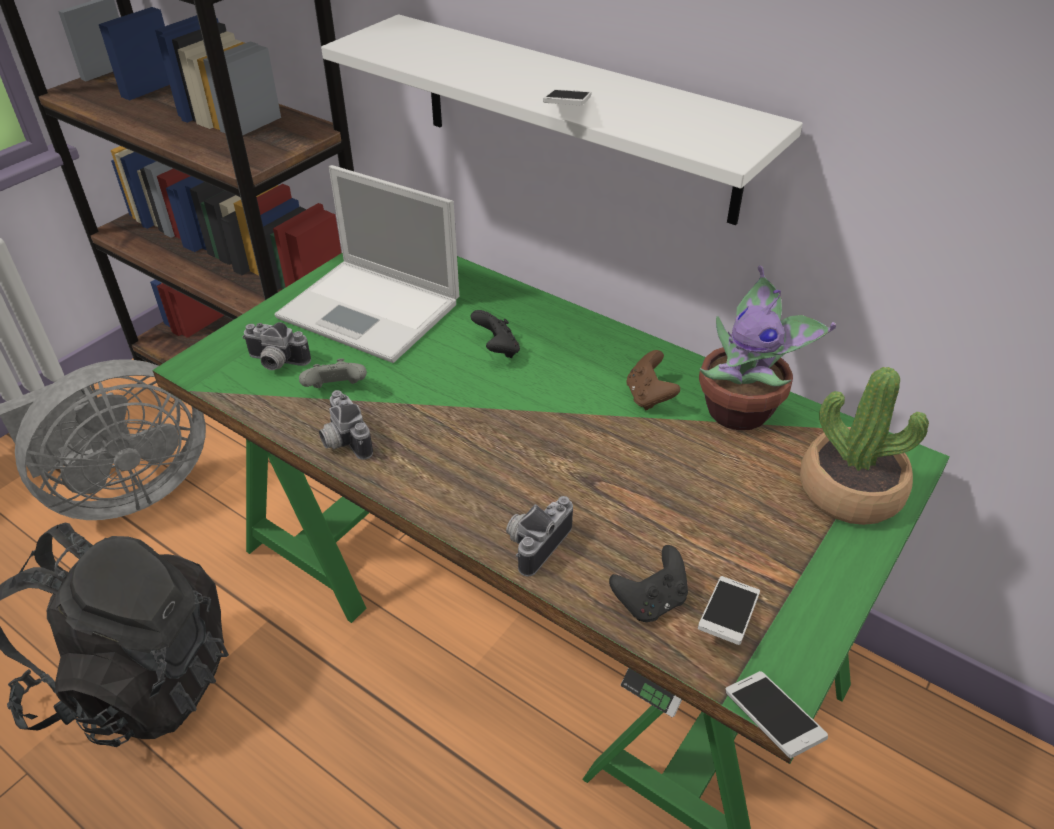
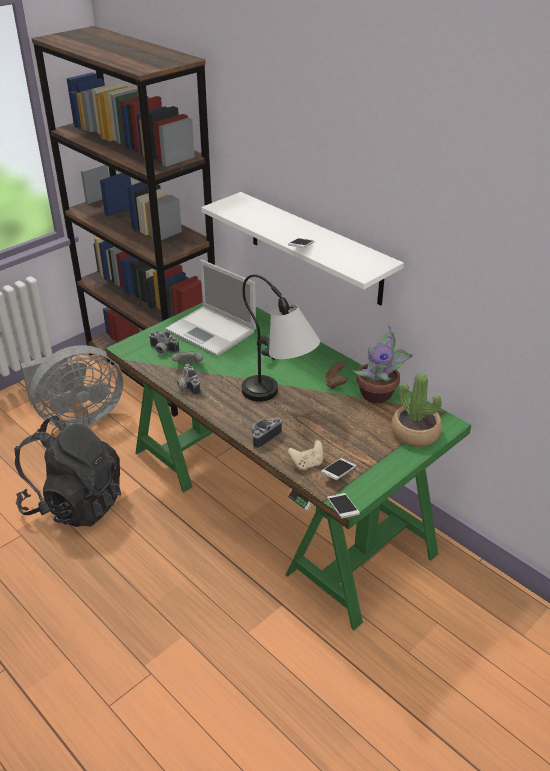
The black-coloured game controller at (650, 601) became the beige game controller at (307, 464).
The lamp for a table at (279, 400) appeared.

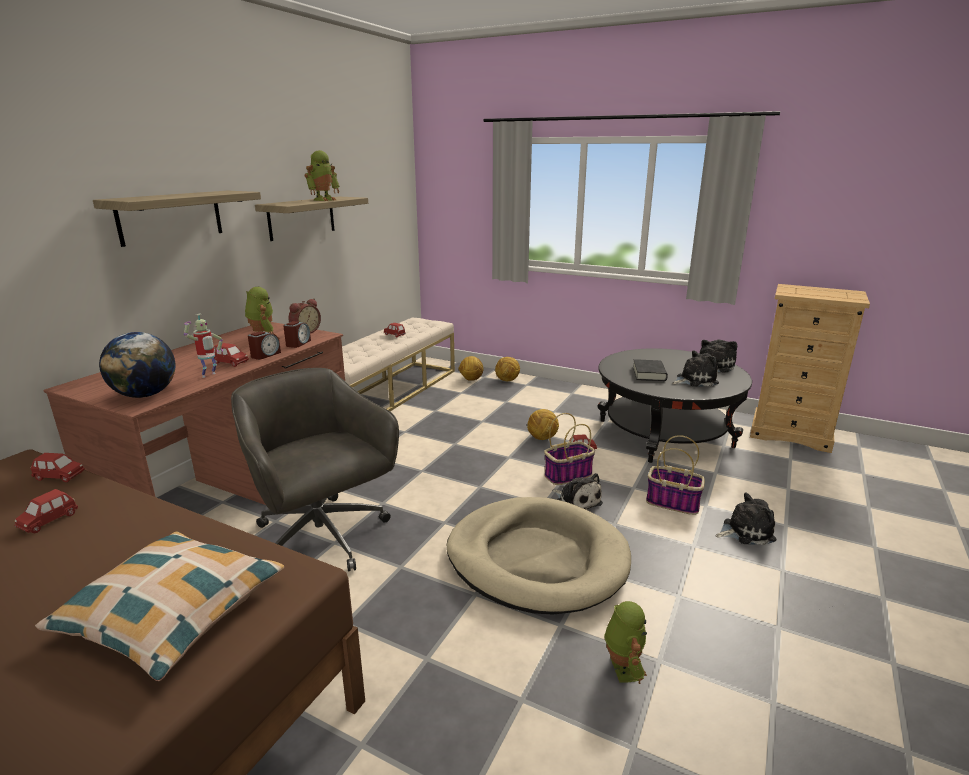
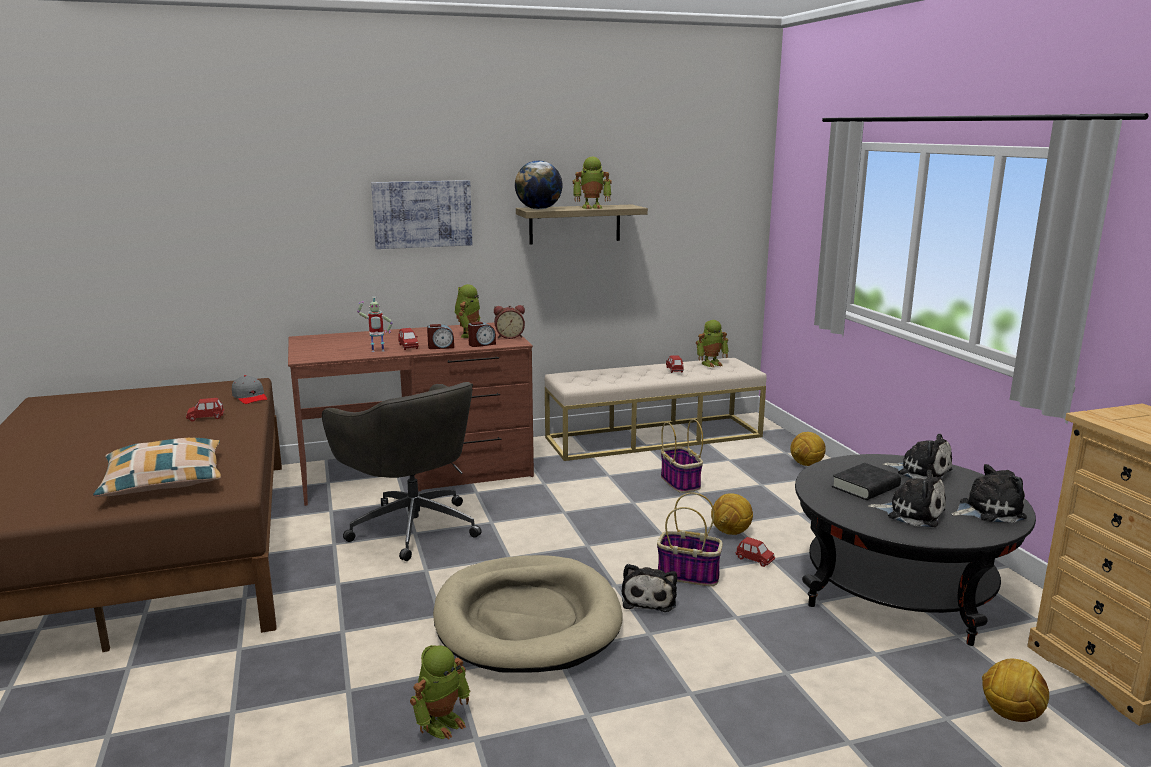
The bracket shelf at (171, 217) was replaced by the picture at (422, 214).
The globe moved from (145, 395) to (539, 209).
The football moved from (471, 380) to (1010, 715).
The greyish desk chair at (322, 538) turned 135 degrees clockwise.
The household basket moved from (673, 503) to (681, 482).
The red-coloured model car at (59, 476) was replaced by the greyish baseball cap at (250, 397).
The cuddly toy moved from (745, 531) to (921, 471).
The toy robot at (711, 363) appeared.

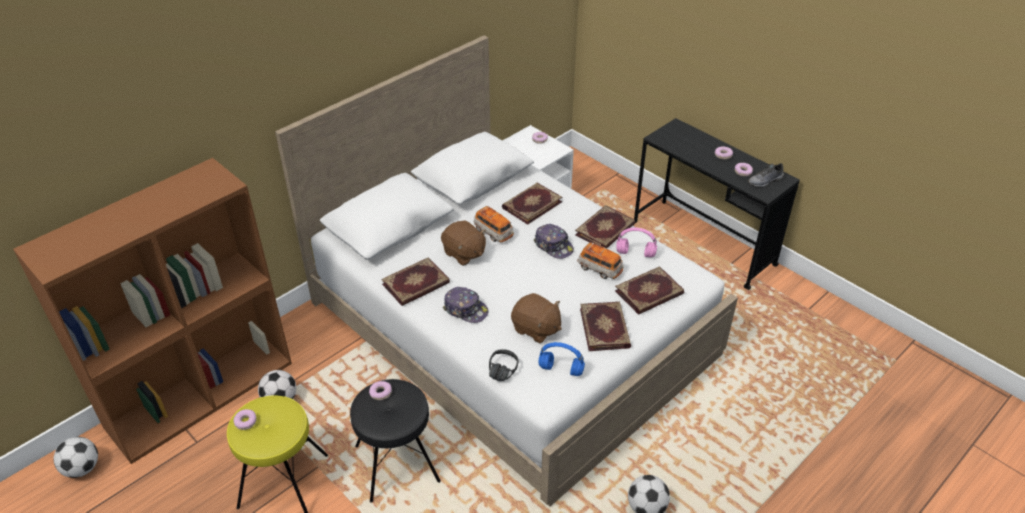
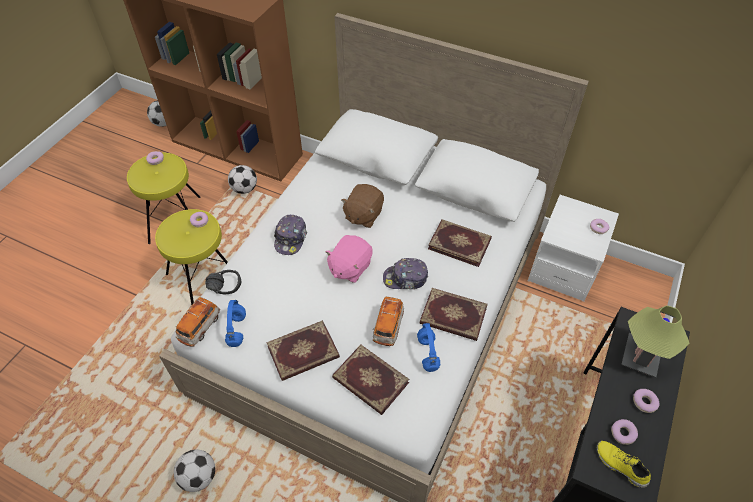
The greyish shoe at (765, 181) became the yellowish shoe at (620, 466).
The model car moved from (493, 233) to (200, 327).
The baseball cap at (553, 246) turned 60 degrees clockwise.
The pinkish headset at (636, 253) became the blue headset at (428, 354).
The bound book at (416, 284) disappeared.
The brown-coloured cuddly toy at (536, 329) disappeared.
The black-coloured sitting stool at (396, 463) became the yellowish sitting stool at (204, 277).
The pinkish cuddly toy at (349, 267) appeared.
The lamp for a table at (640, 357) appeared.

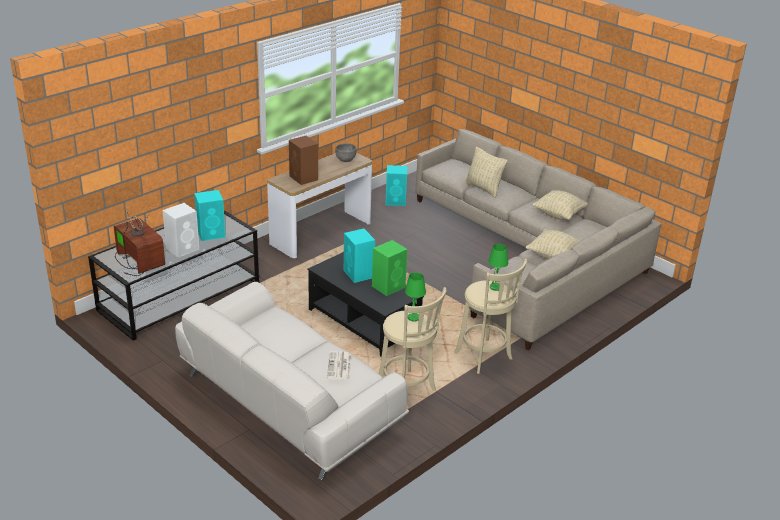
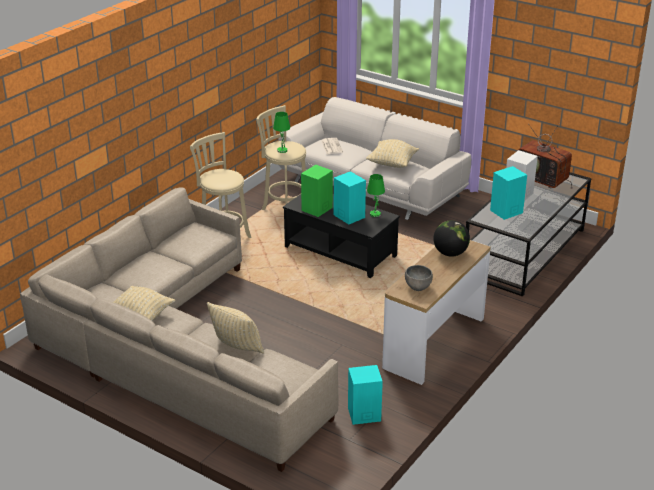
The brown-coloured audio speaker at (304, 178) was replaced by the globe at (450, 253).
The beige pillow moved from (554, 256) to (392, 164).
The greenish lamp for a table moved from (495, 287) to (375, 214).

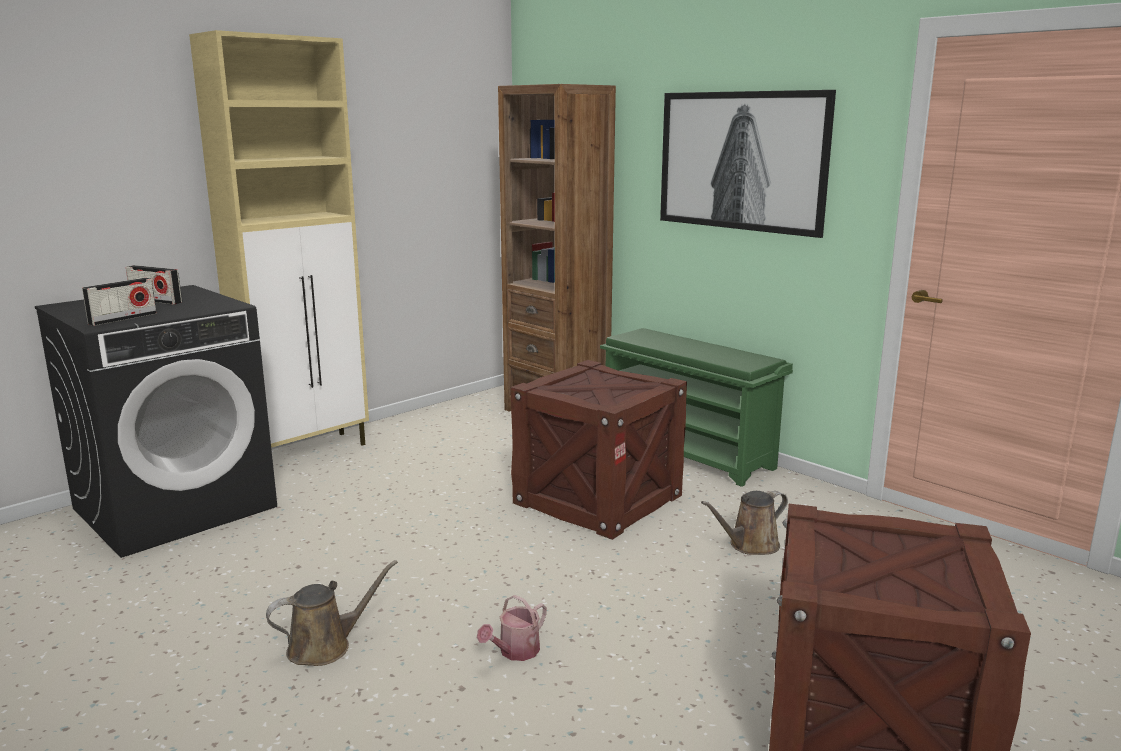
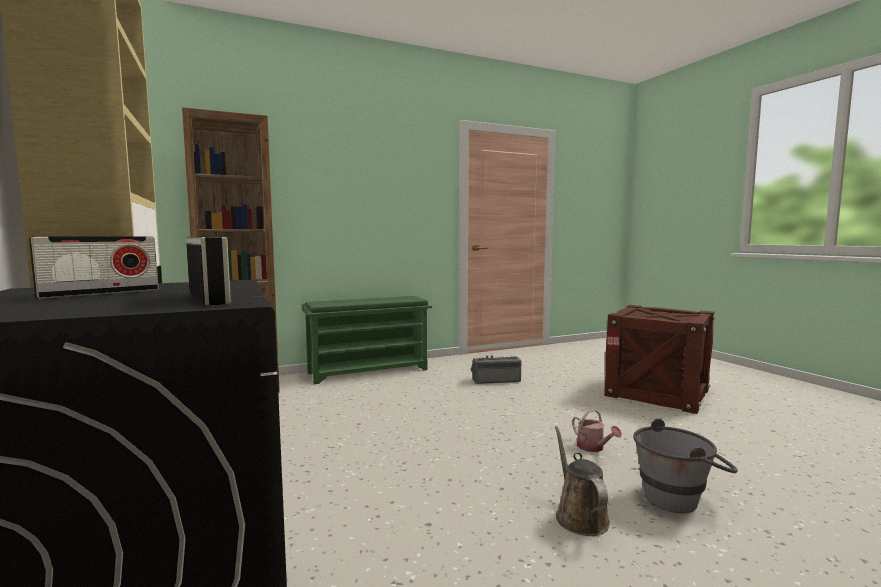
The picture at (741, 161) disappeared.
The shipping crate at (597, 499) disappeared.
The brown-coloured watering pot at (750, 545) was replaced by the radio receiver at (496, 380).
The greyish bucket at (680, 498) appeared.

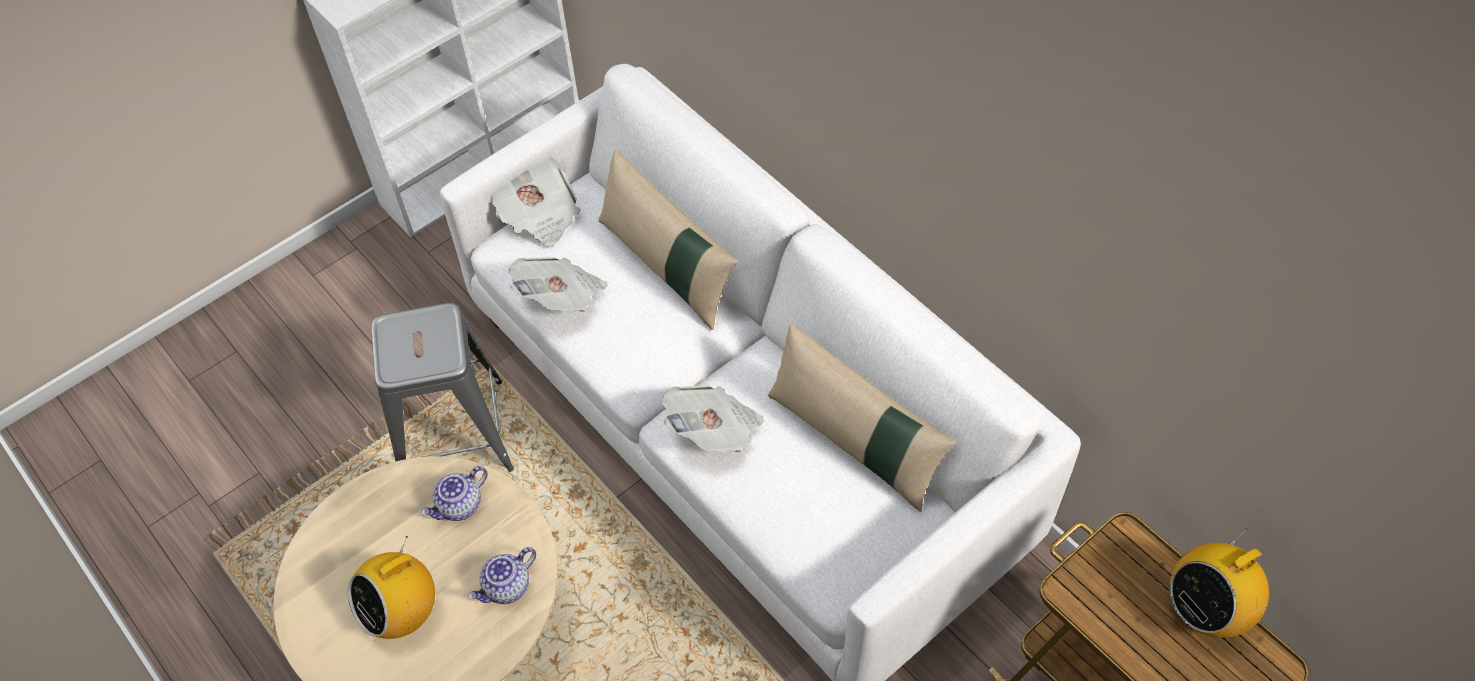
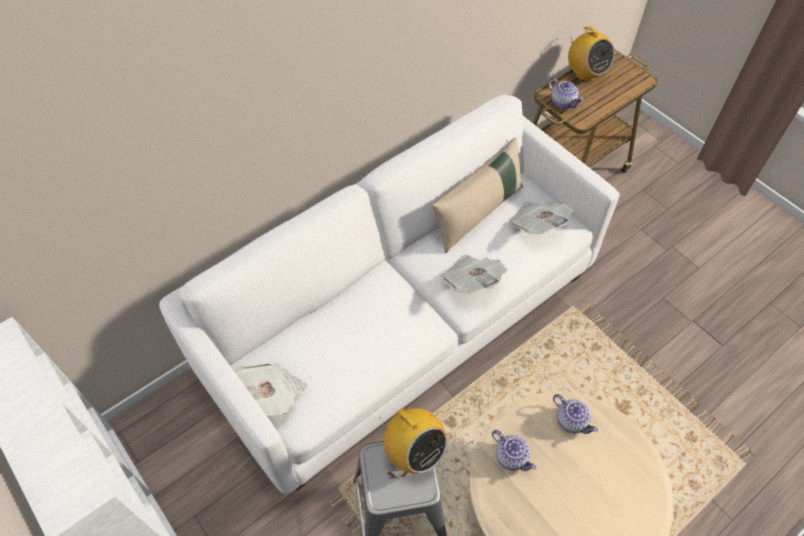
The beige pillow at (667, 267) disappeared.
The newspaper moved from (562, 297) to (537, 225).
The radio receiver moved from (402, 612) to (414, 452).
The tea pot at (563, 103) appeared.

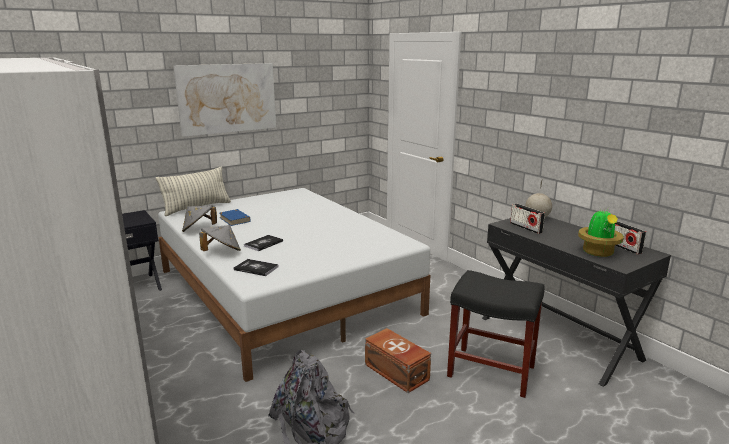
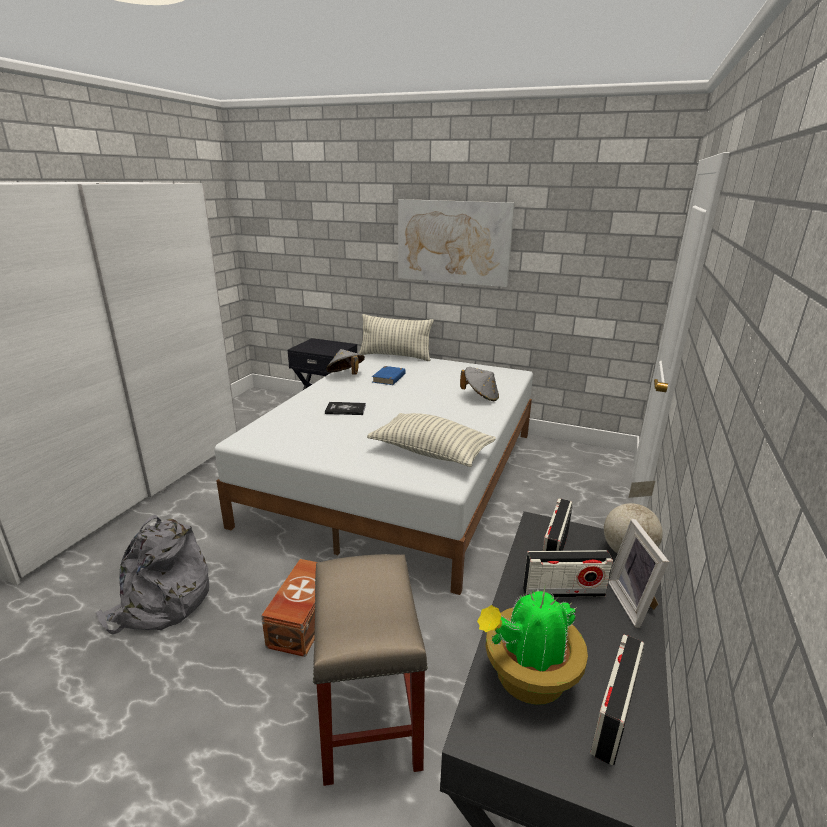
The greyish hat moved from (221, 252) to (480, 397).
The bound book at (256, 268) disappeared.
The black-coloured sitting stool at (489, 371) became the beige sitting stool at (368, 714).
The pillow at (431, 452) appeared.
The picture frame at (634, 602) appeared.
The radio receiver at (563, 592) appeared.

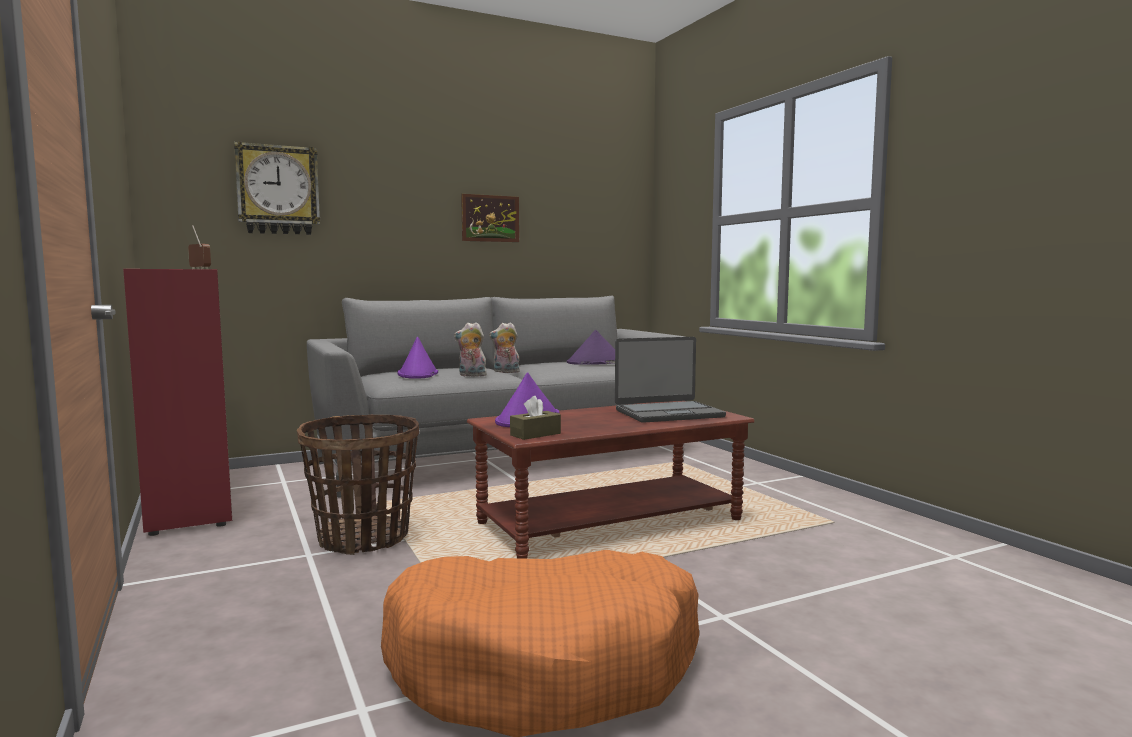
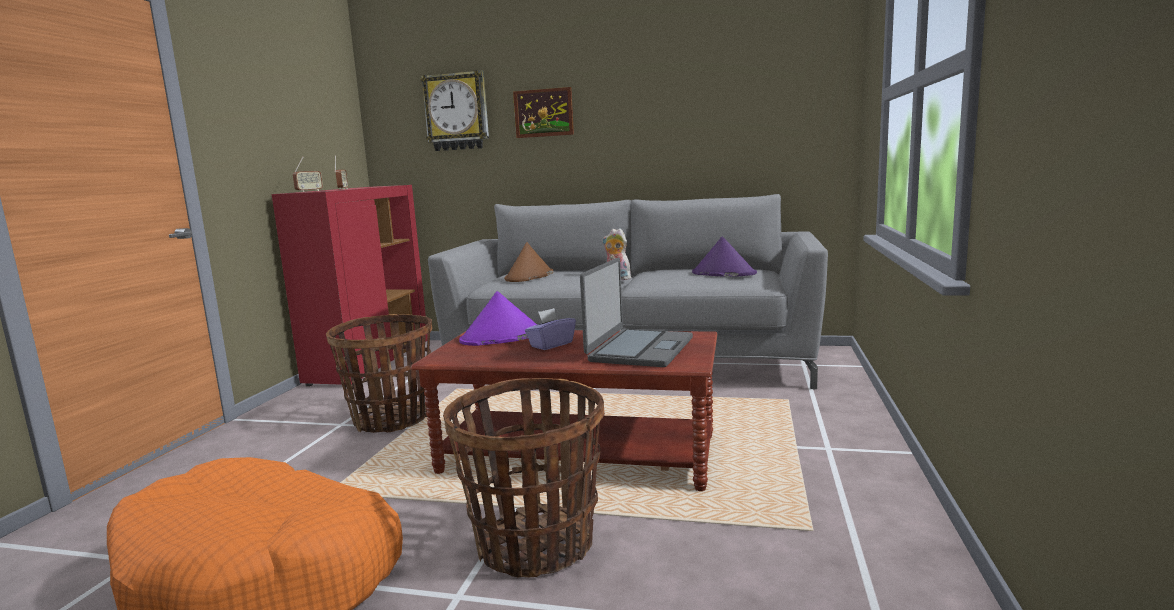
The picture moved from (490, 218) to (543, 113).
The cuddly toy at (471, 375) disappeared.
The purple hat at (418, 374) became the brown-coloured hat at (529, 276).
The laptop at (668, 413) turned 90 degrees counterclockwise.
The brown-coloured box of tissues at (535, 434) disappeared.
The radio receiver at (309, 191) appeared.
The purple box of tissues at (551, 344) appeared.
The household basket at (535, 545) appeared.

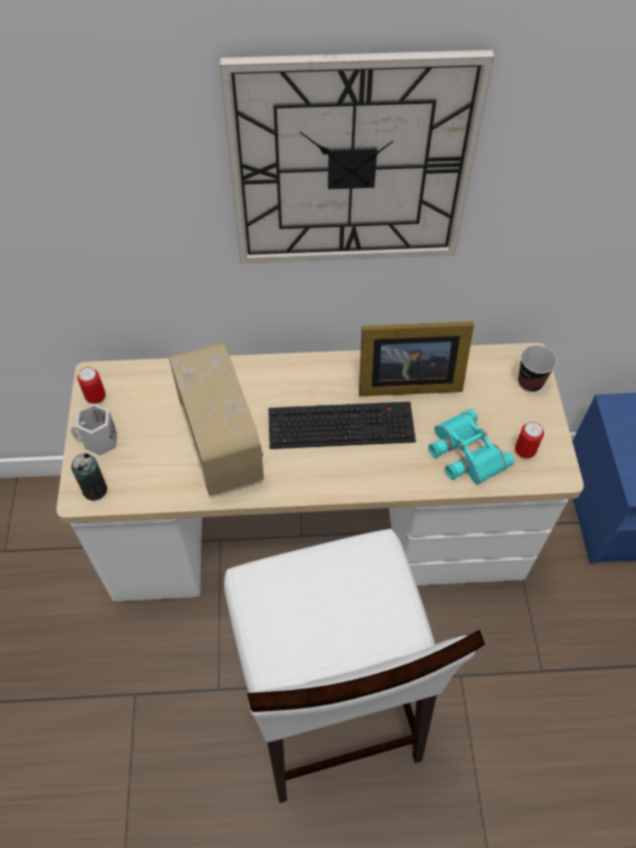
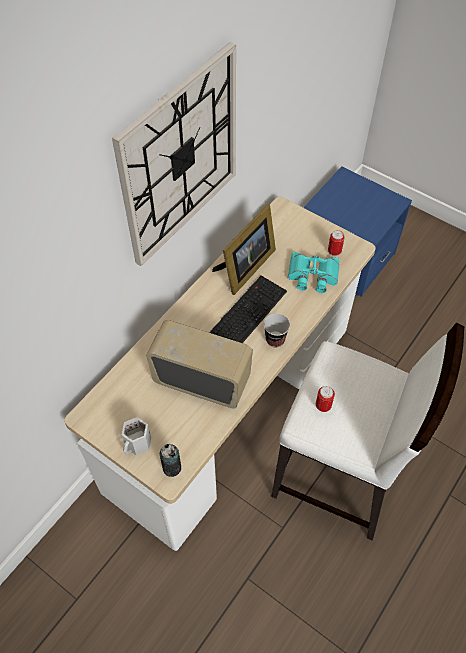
The small cup moved from (530, 382) to (275, 340).
The metal can moved from (96, 397) to (323, 406).

